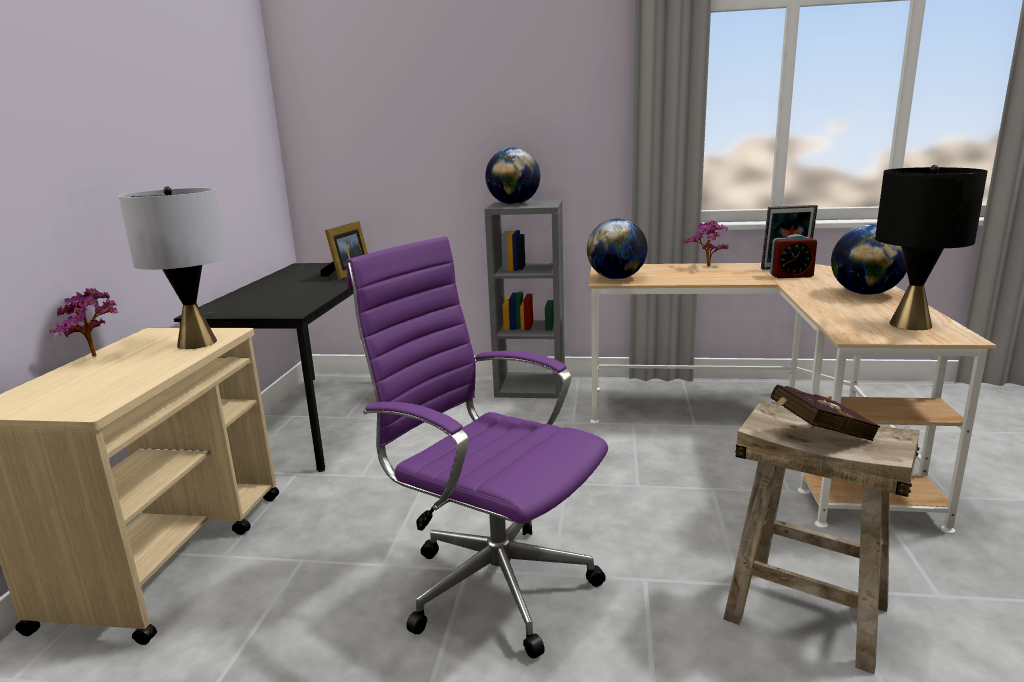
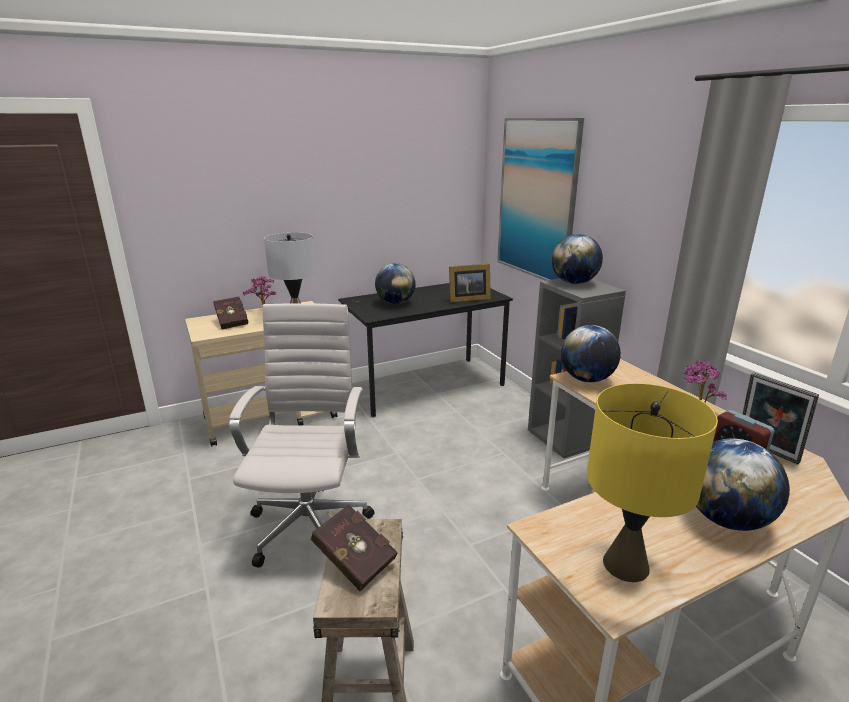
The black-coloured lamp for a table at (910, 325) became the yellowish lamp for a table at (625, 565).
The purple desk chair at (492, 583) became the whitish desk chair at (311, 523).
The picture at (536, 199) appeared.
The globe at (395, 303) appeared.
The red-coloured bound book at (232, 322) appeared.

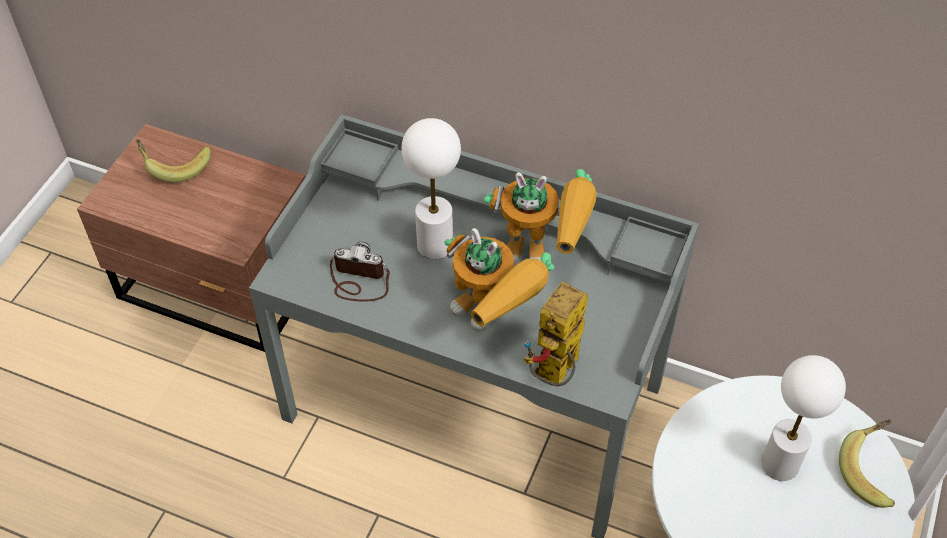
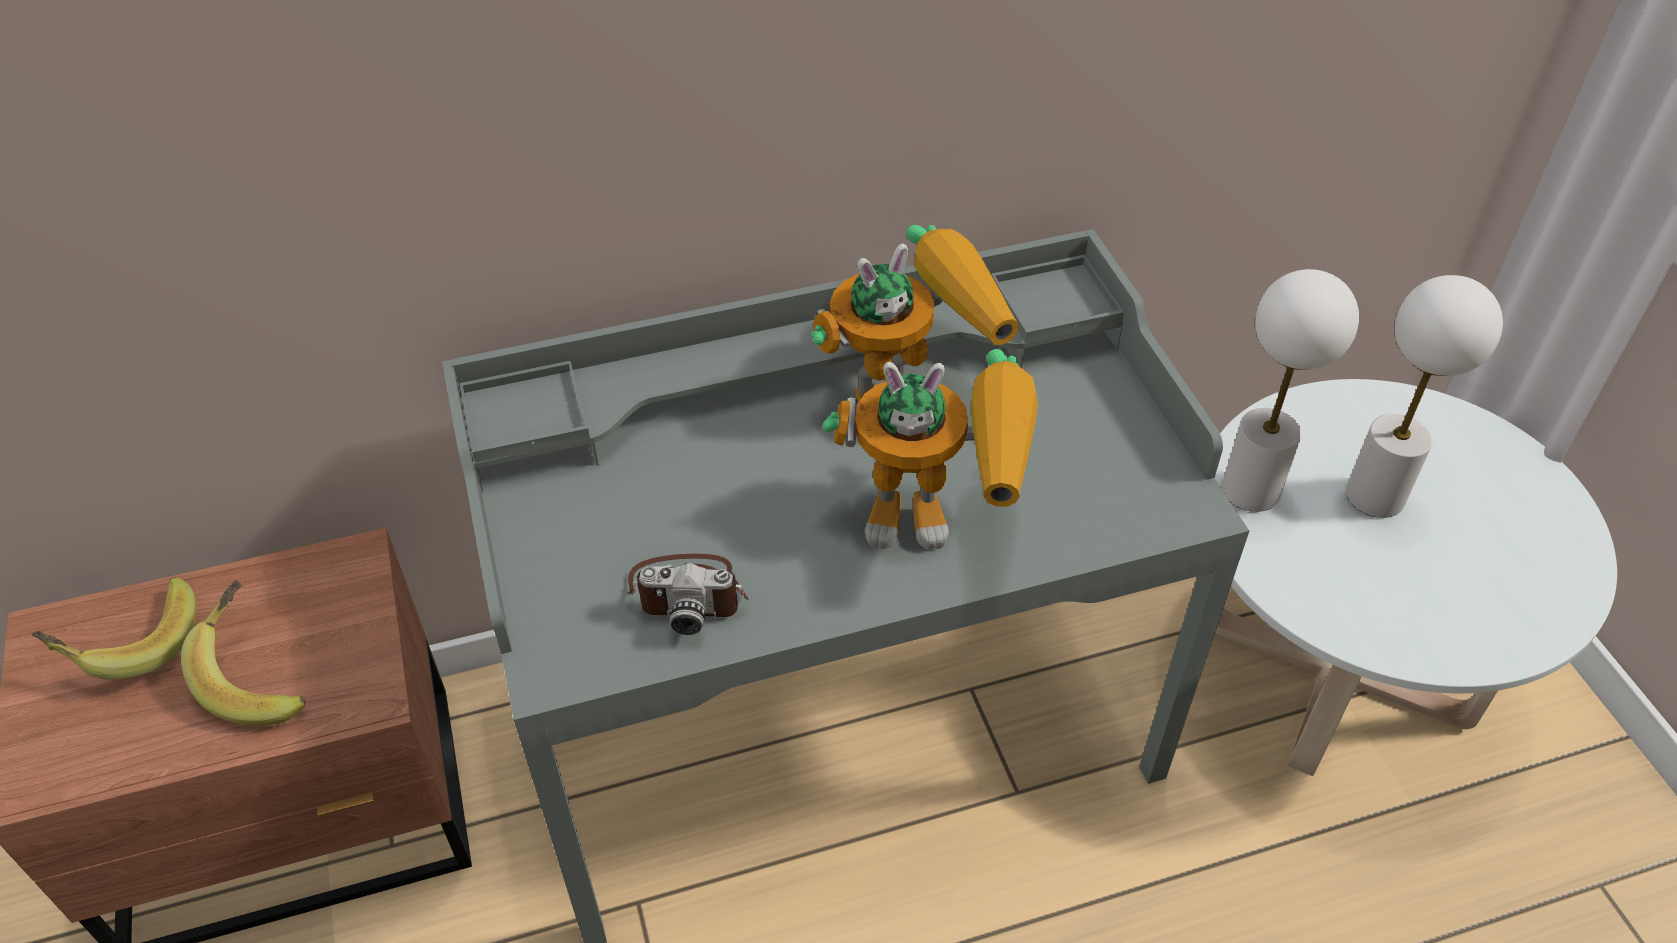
The whitish lamp for a table moved from (435, 246) to (1251, 490).
The photo camera at (359, 281) turned 150 degrees counterclockwise.
The toy robot at (555, 376) disappeared.
The banana moved from (871, 471) to (260, 674).

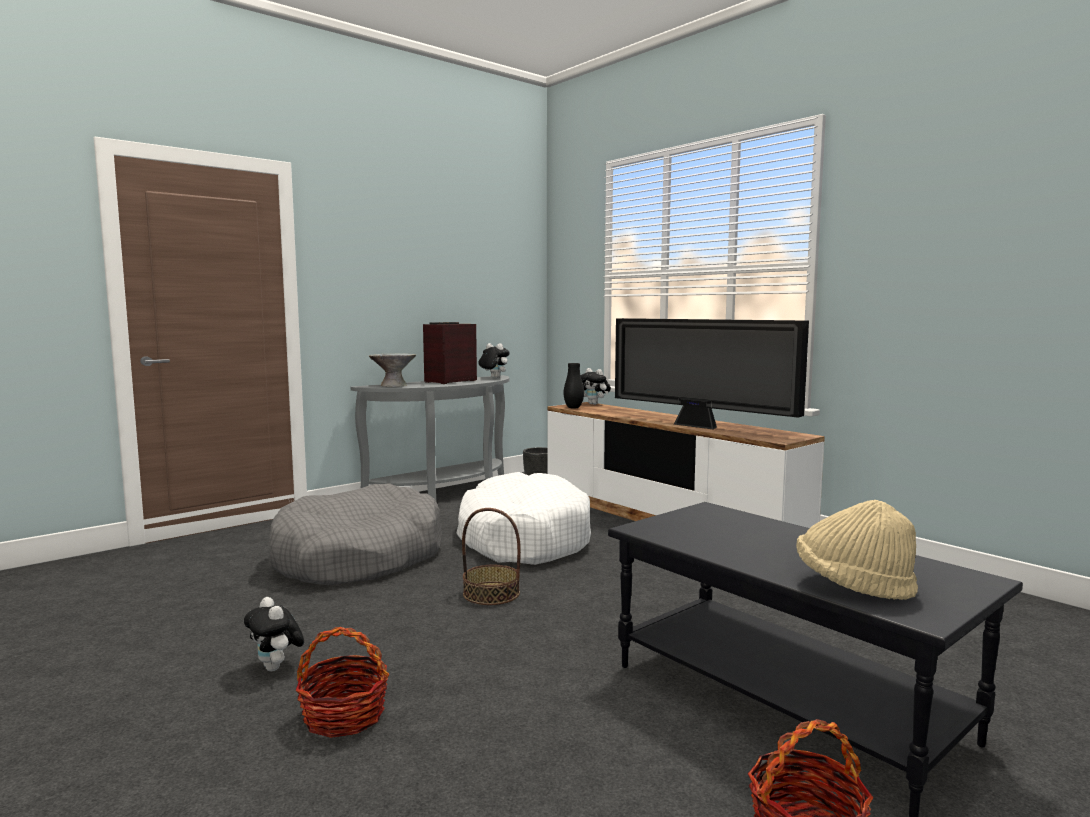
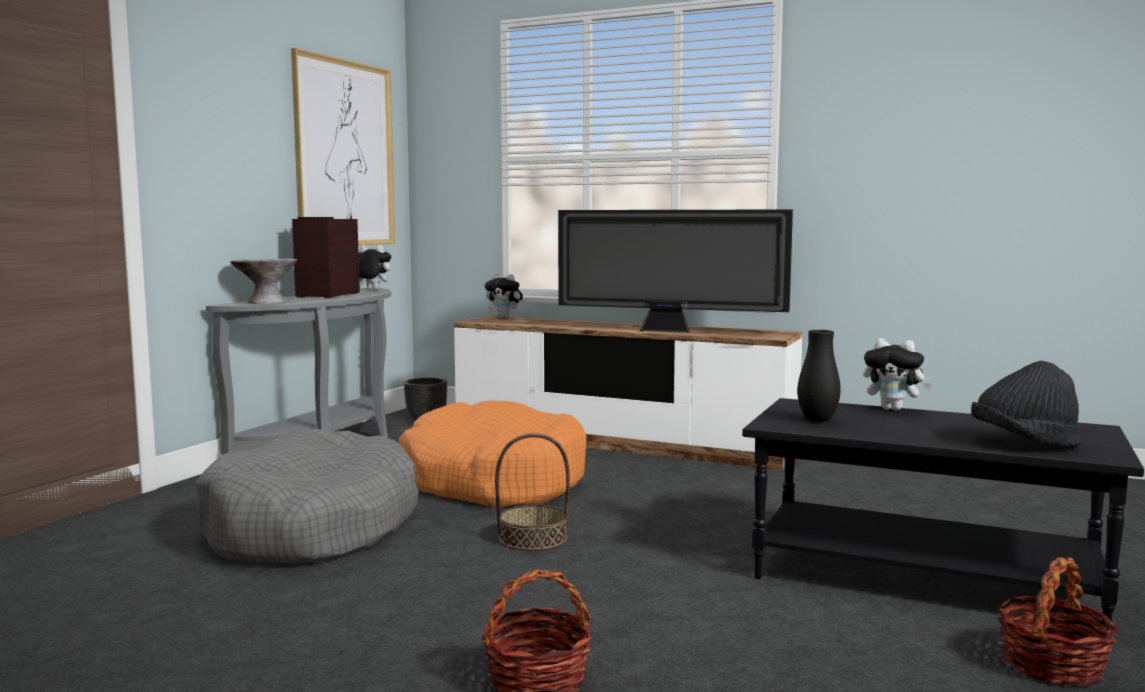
The black-coloured vase moved from (573, 408) to (817, 420).
The whitish pet bed at (524, 538) became the orange pet bed at (493, 480).
The beige hat at (853, 586) became the black-coloured hat at (1023, 443).
The cuddly toy moved from (276, 668) to (894, 409).
The picture at (345, 154) appeared.

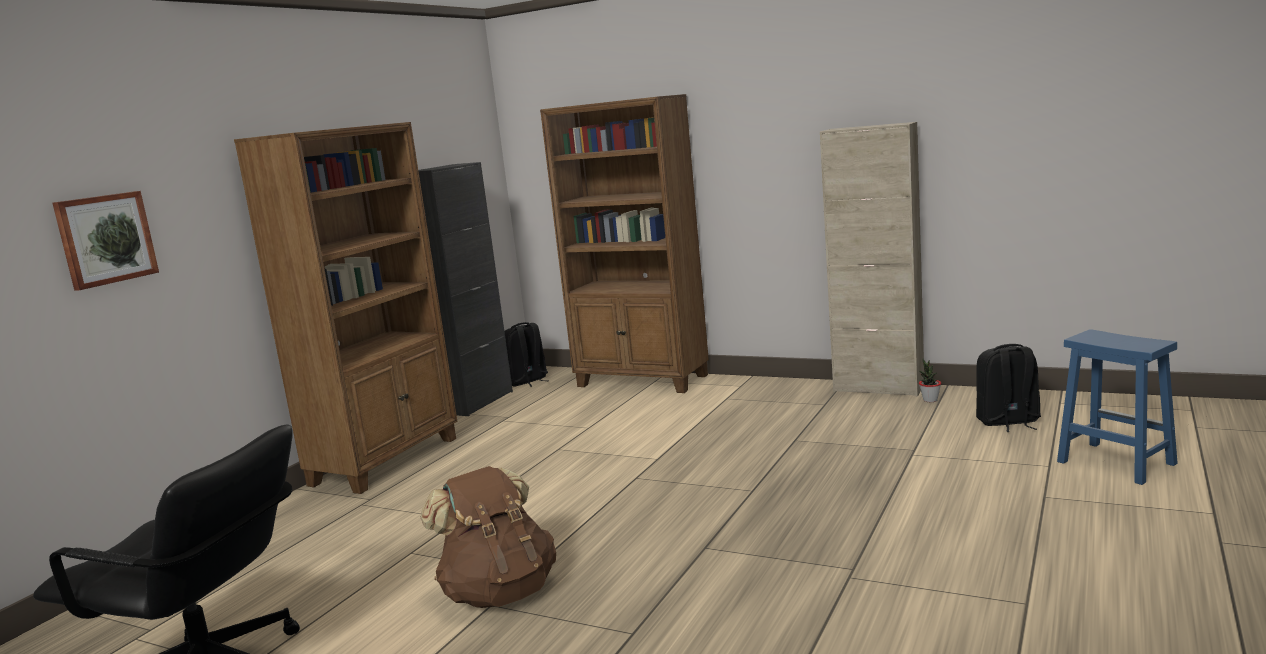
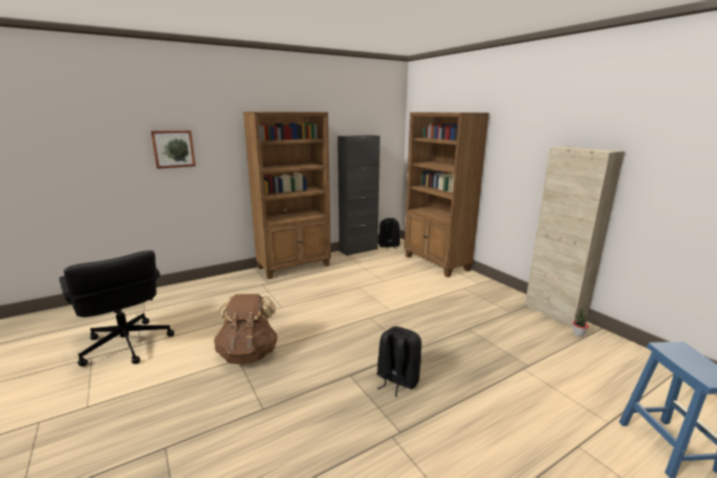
The black-coloured rucksack moved from (1008, 422) to (397, 380).

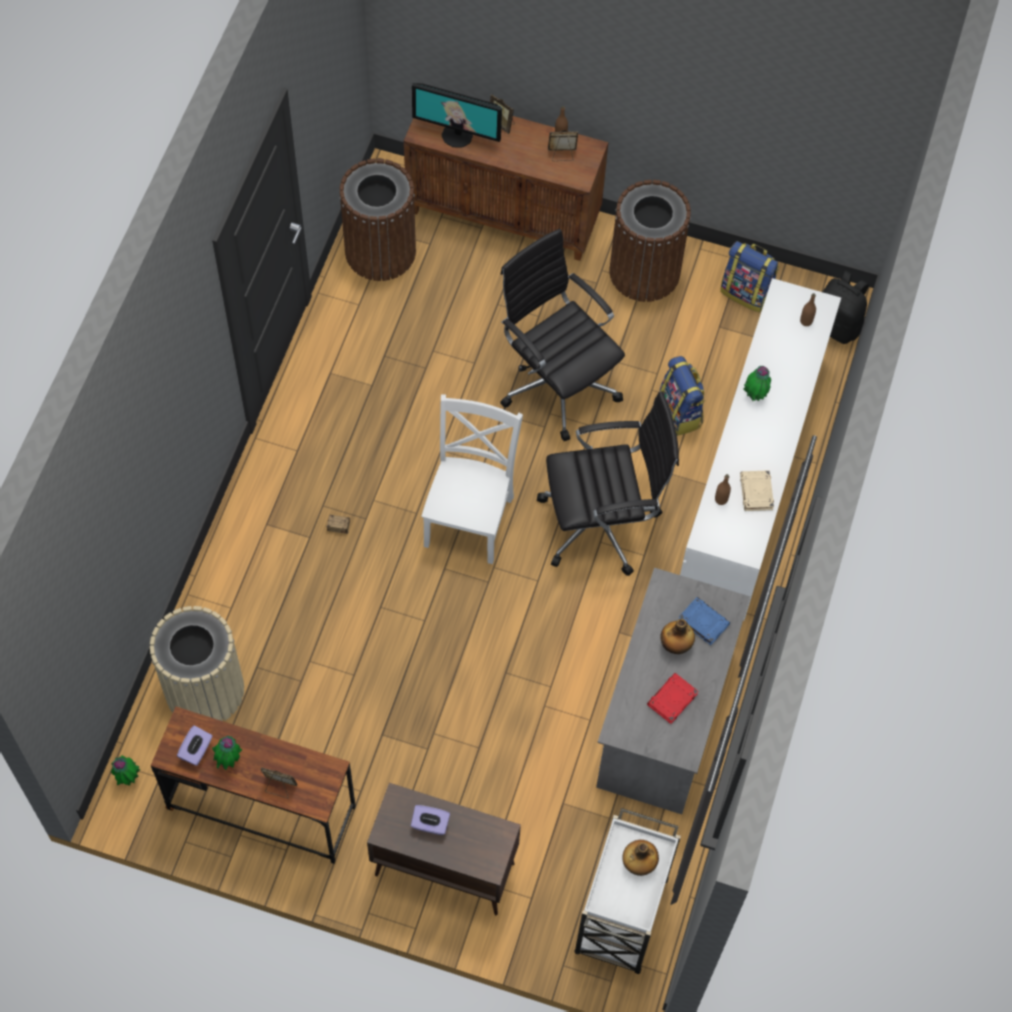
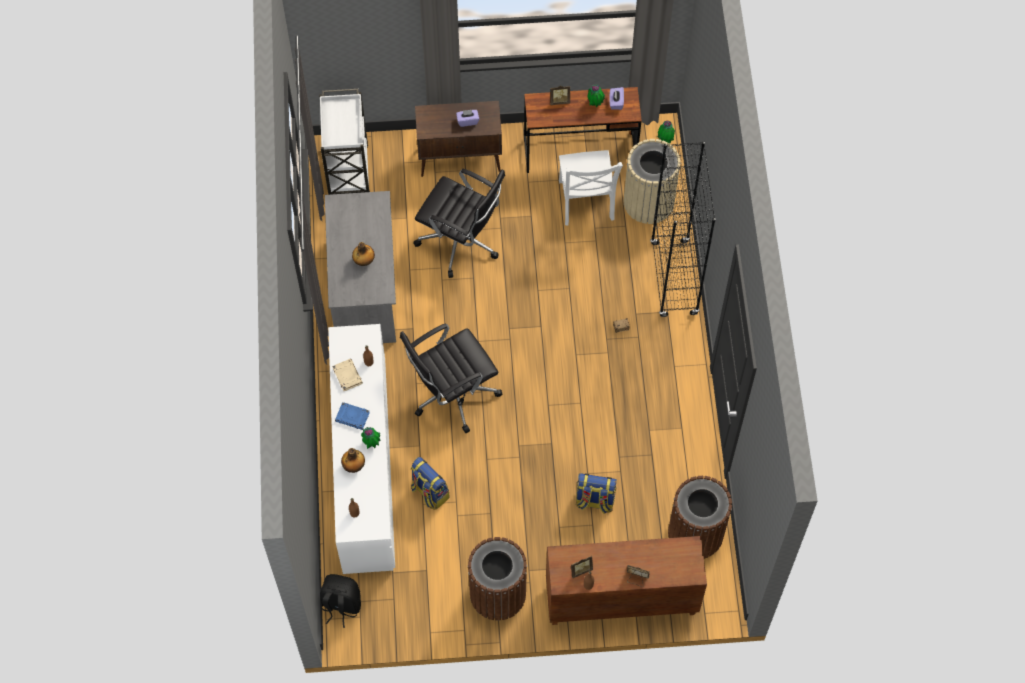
The monitor at (457, 135) disappeared.
The black-coloured desk chair moved from (557, 382) to (461, 241).
The rucksack moved from (747, 292) to (594, 501).
The whitish chair moved from (470, 517) to (586, 203).
The blue bound book moved from (703, 622) to (353, 417).
The red-coloured bound book at (672, 700) disappeared.
The drink bottle moved from (638, 863) to (354, 466).
The black-coloured bookshelf at (674, 279) appeared.

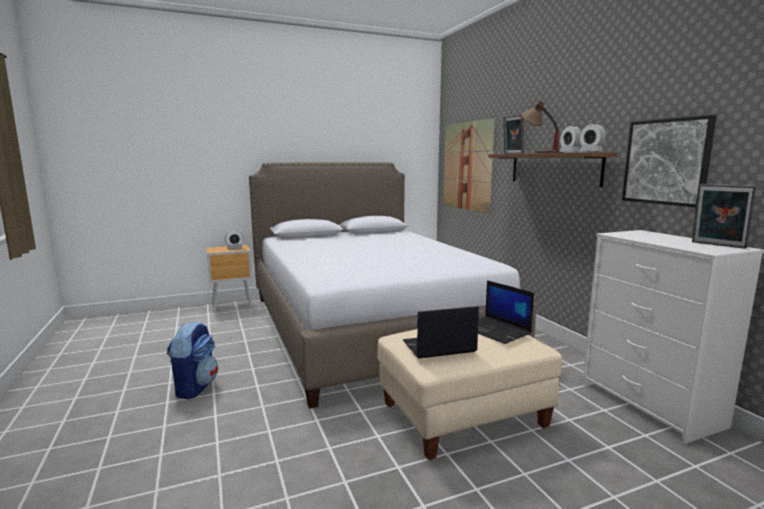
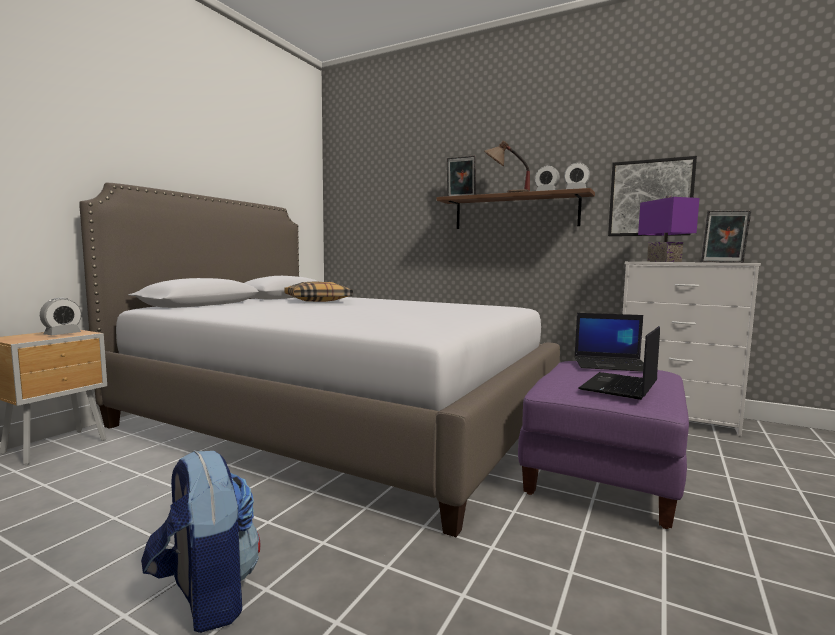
The picture at (466, 166) disappeared.
The beige footrest at (462, 416) became the purple footrest at (602, 474).
The purple lamp for a table at (665, 261) appeared.
The pillow at (318, 300) appeared.

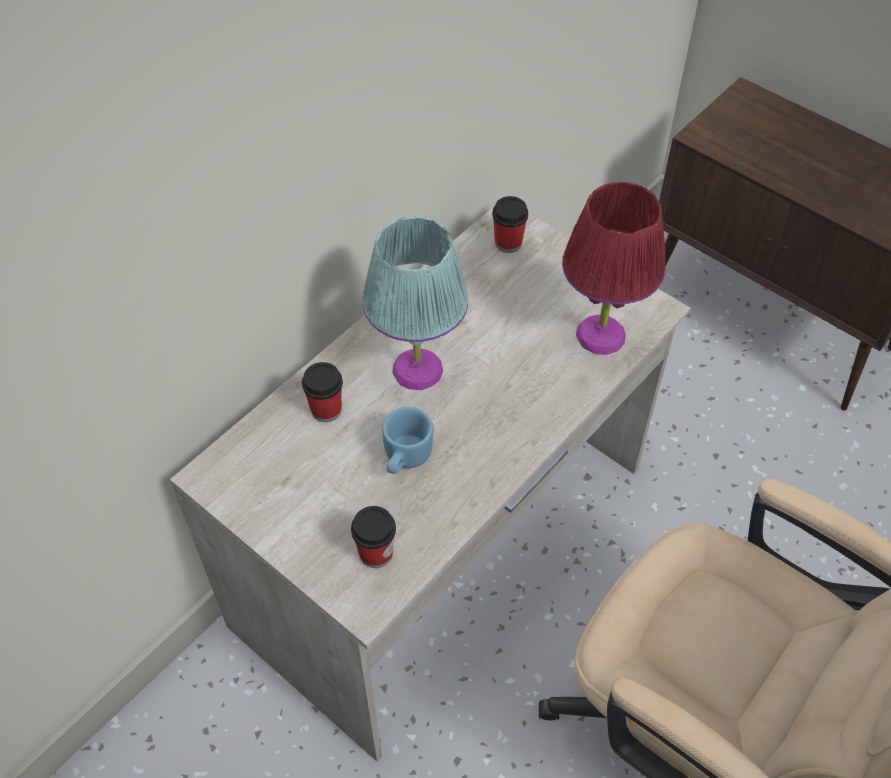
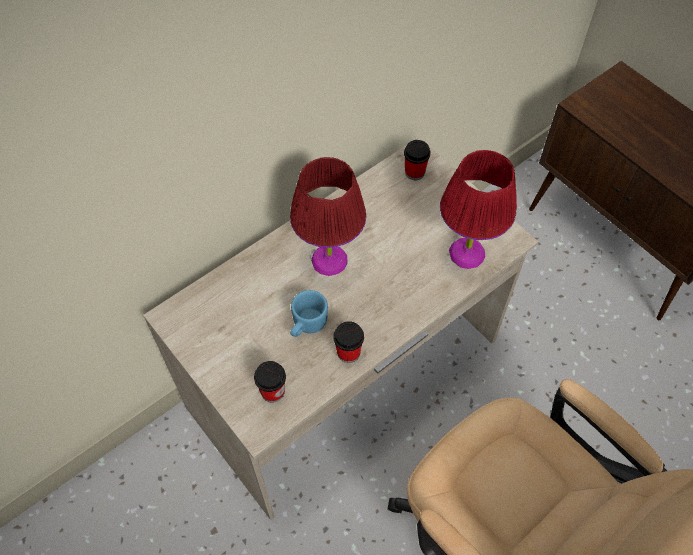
The turquoise lamp for a table at (418, 370) became the red-coloured lamp for a table at (330, 260).
The small cup moved from (326, 410) to (348, 352).

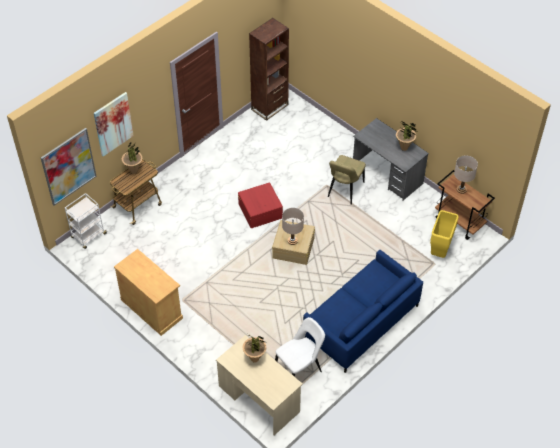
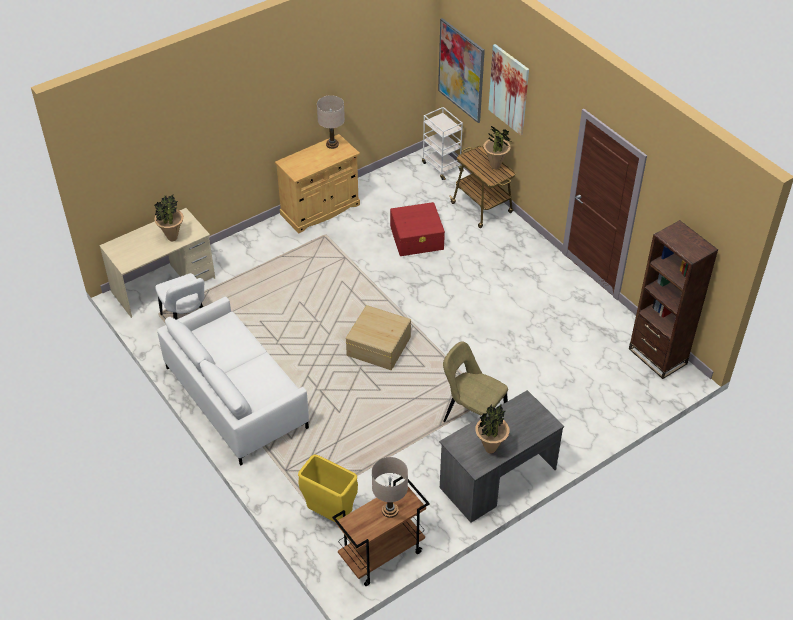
The red-coloured storage box moved from (260, 210) to (417, 237).
The beige lamp for a table moved from (292, 241) to (332, 144).
The blue couch at (361, 322) became the whitish couch at (236, 397).

